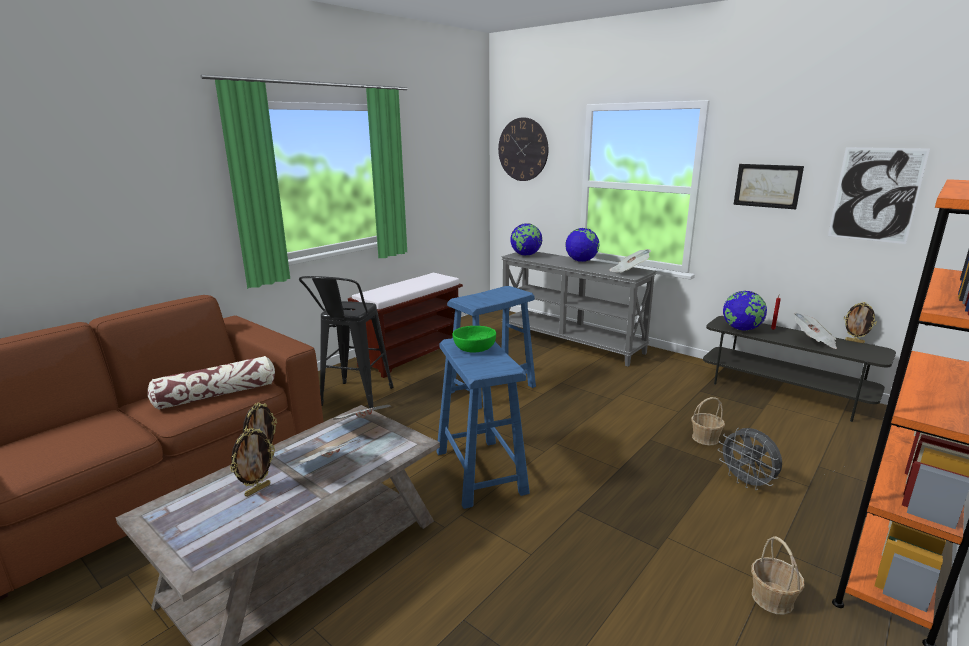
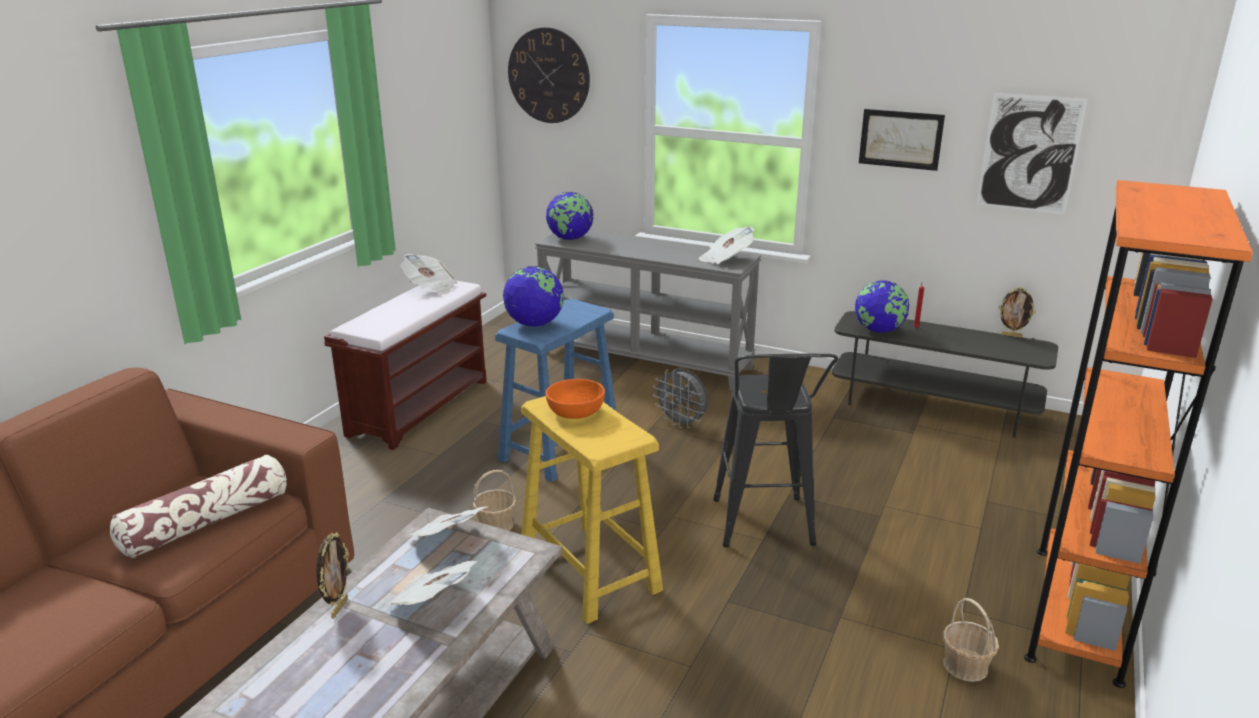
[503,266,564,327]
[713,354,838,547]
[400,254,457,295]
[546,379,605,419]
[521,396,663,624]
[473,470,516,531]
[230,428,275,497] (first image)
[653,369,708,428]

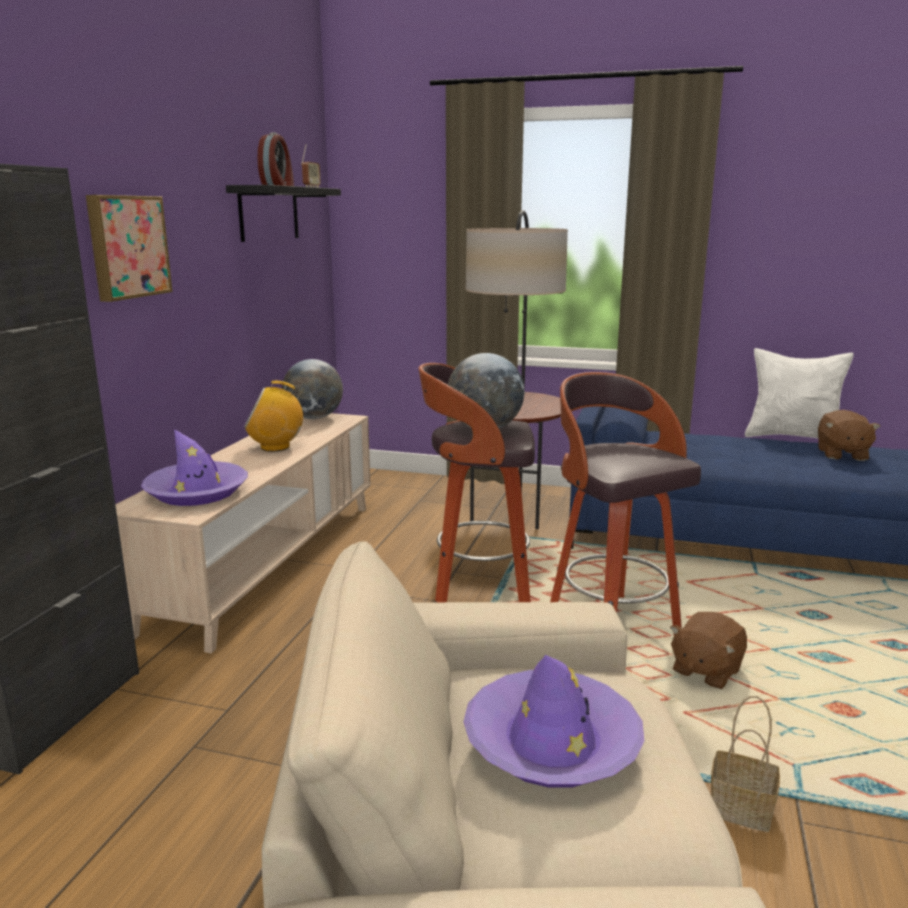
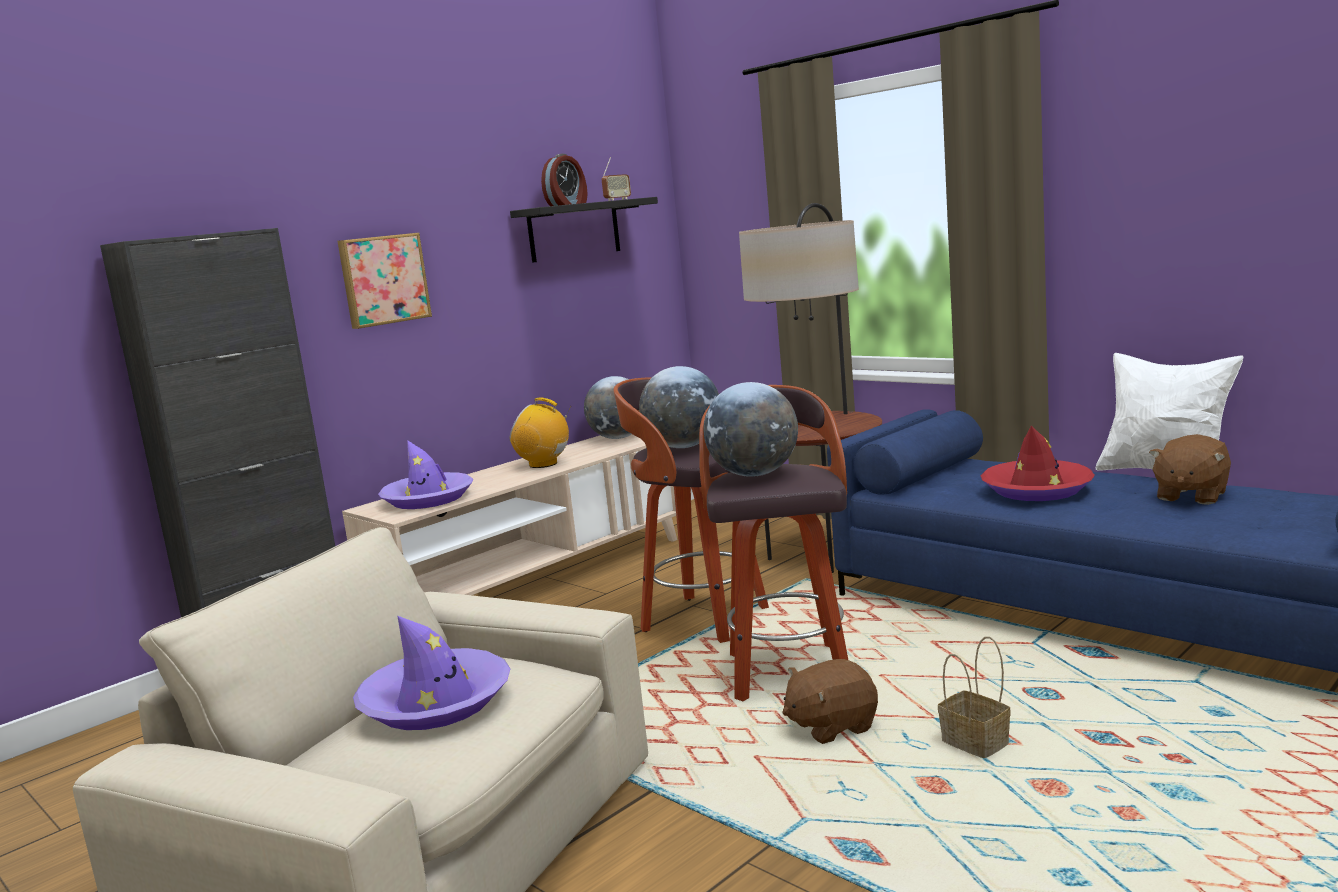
[938,636,1011,758]
[704,382,798,477]
[980,426,1095,501]

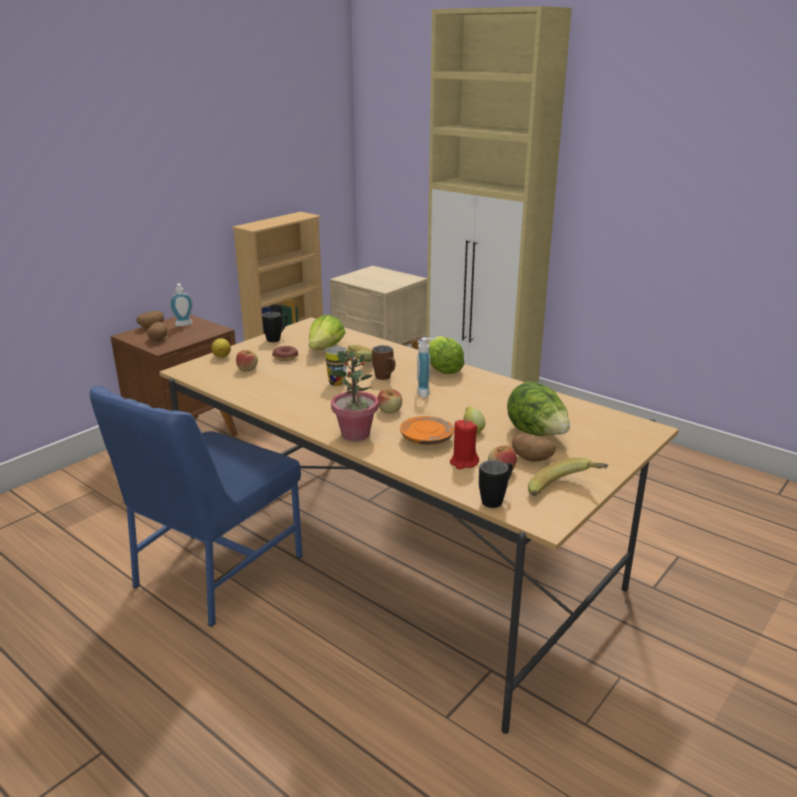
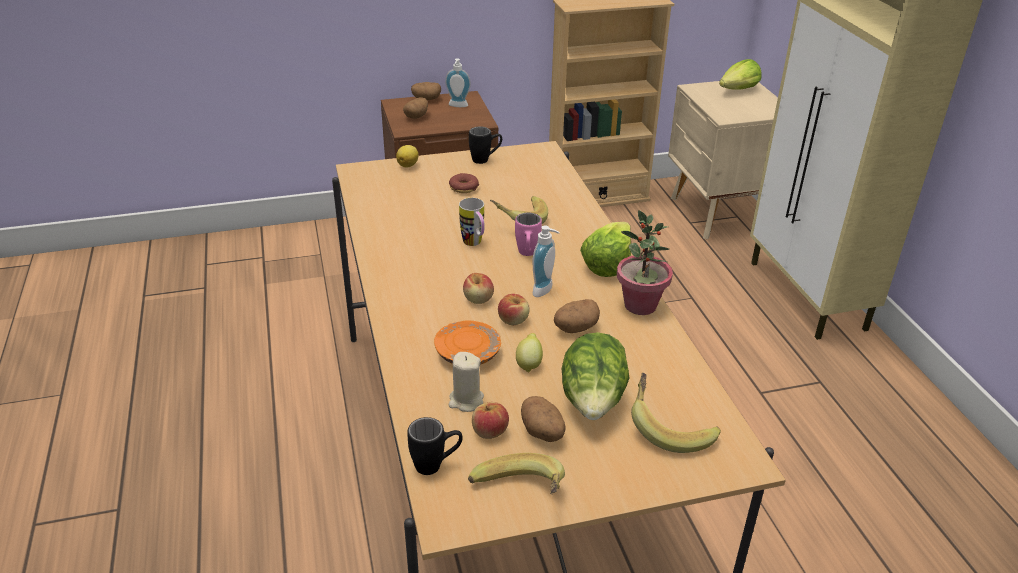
[719,59,762,90]
[515,213,542,256]
[498,294,530,325]
[617,210,673,315]
[90,386,303,627] (first image)
[449,352,484,412]
[554,299,600,333]
[631,373,721,453]

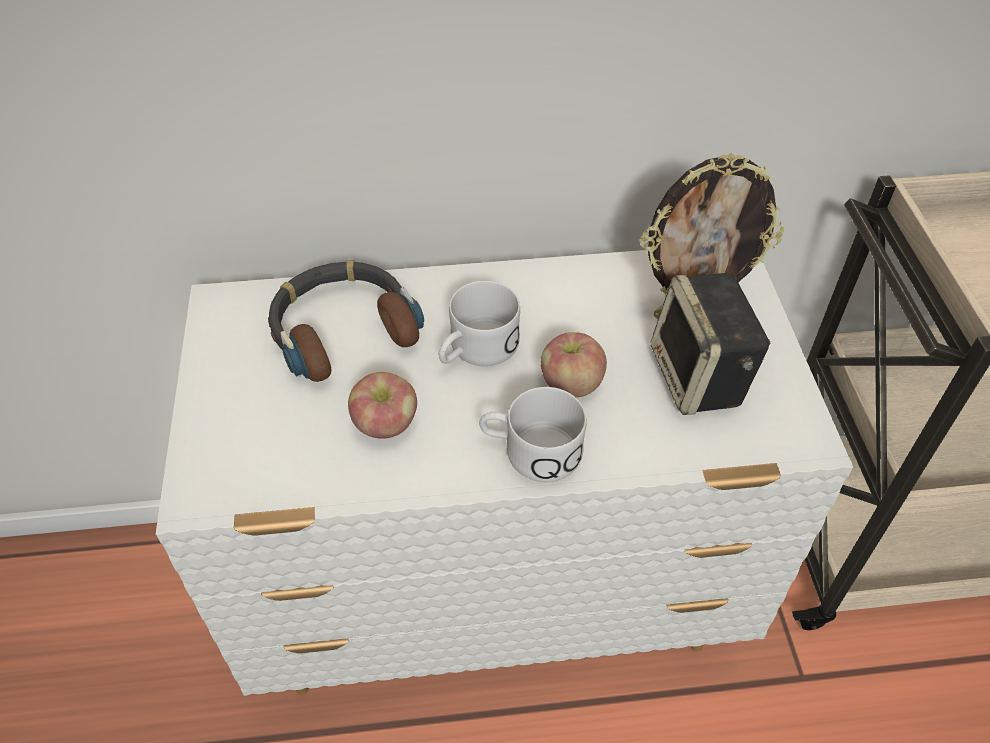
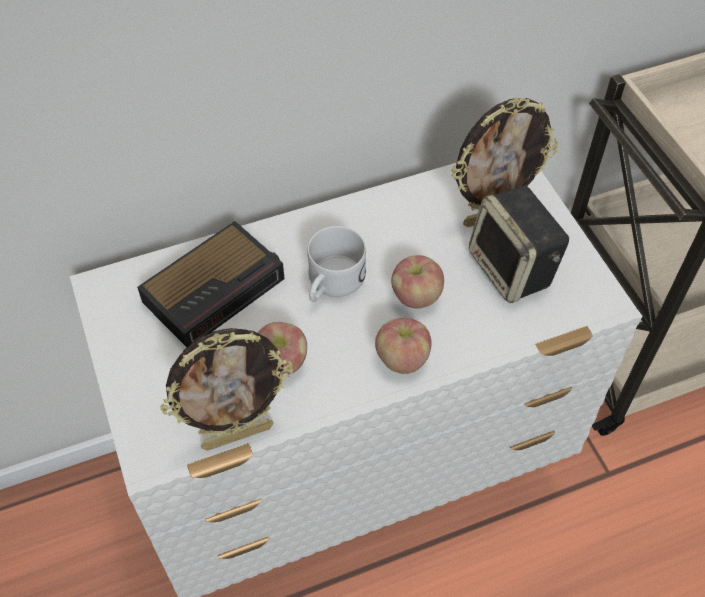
[137,221,285,347]
[375,318,432,374]
[160,328,293,451]

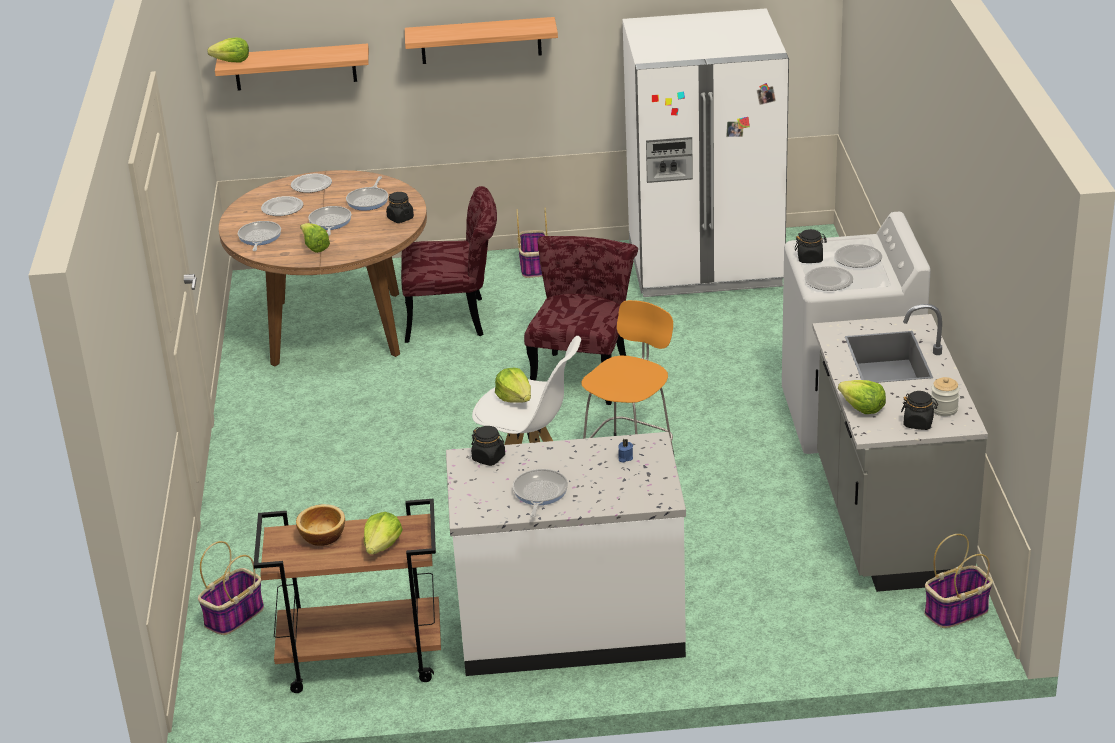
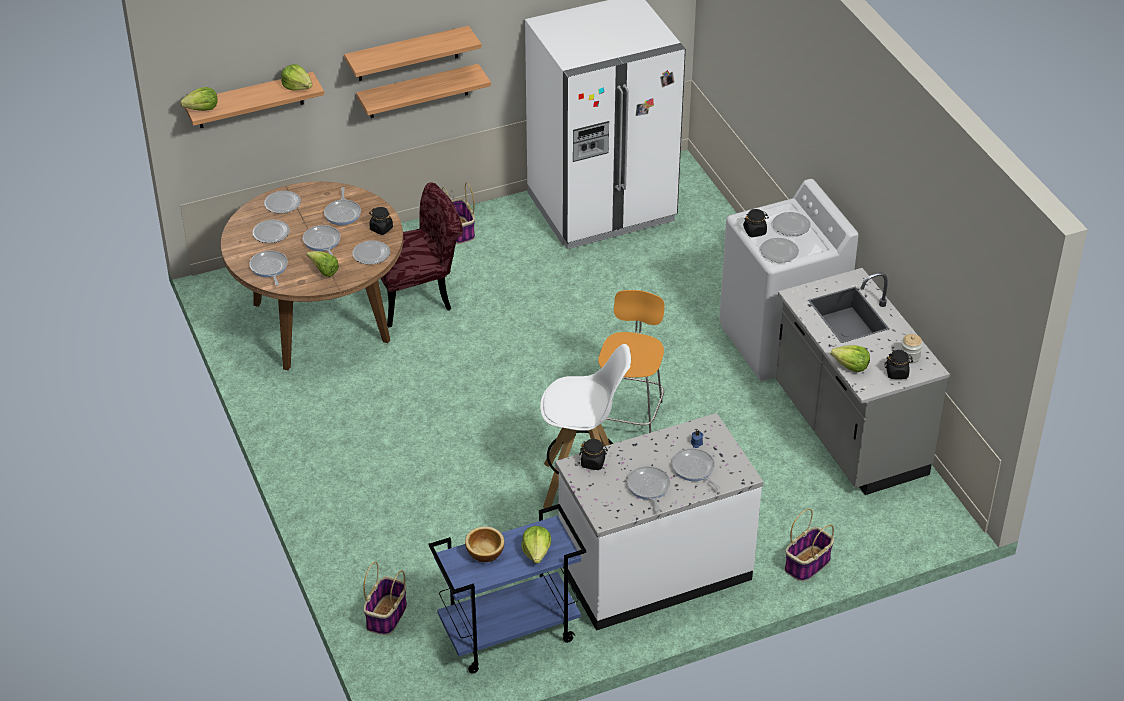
[524,236,638,405] (first image)
[281,64,312,91]
[429,504,586,674]
[785,509,834,581]
[356,64,491,118]
[352,240,390,265]
[672,448,720,489]

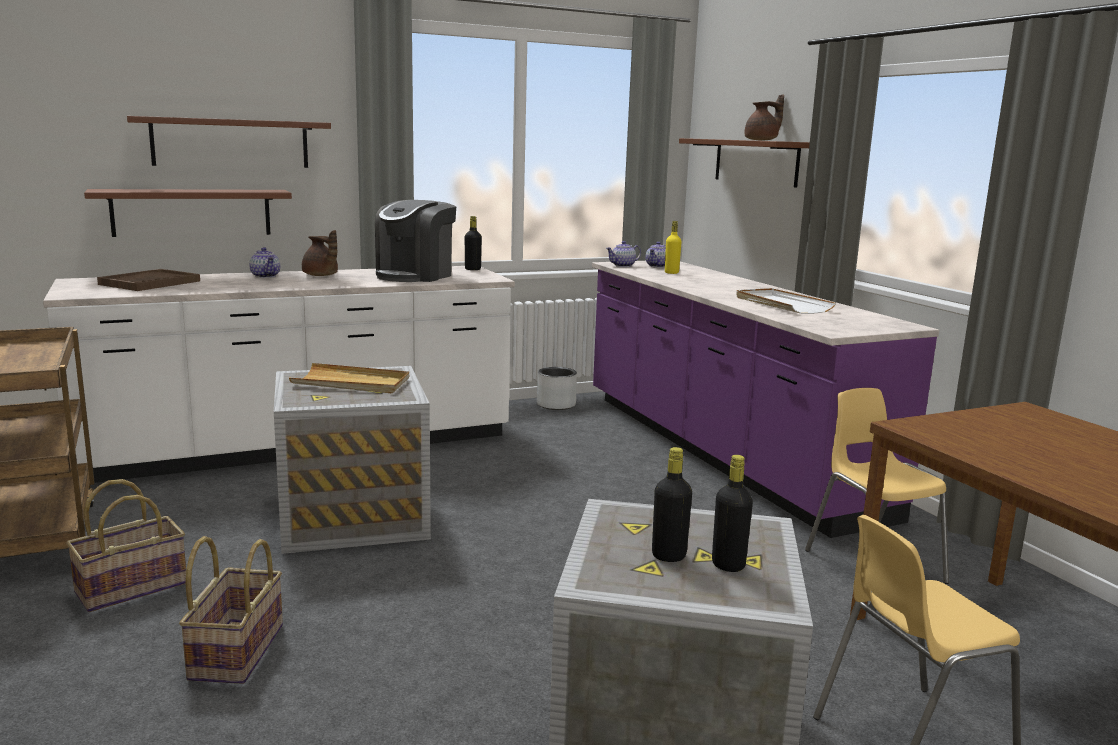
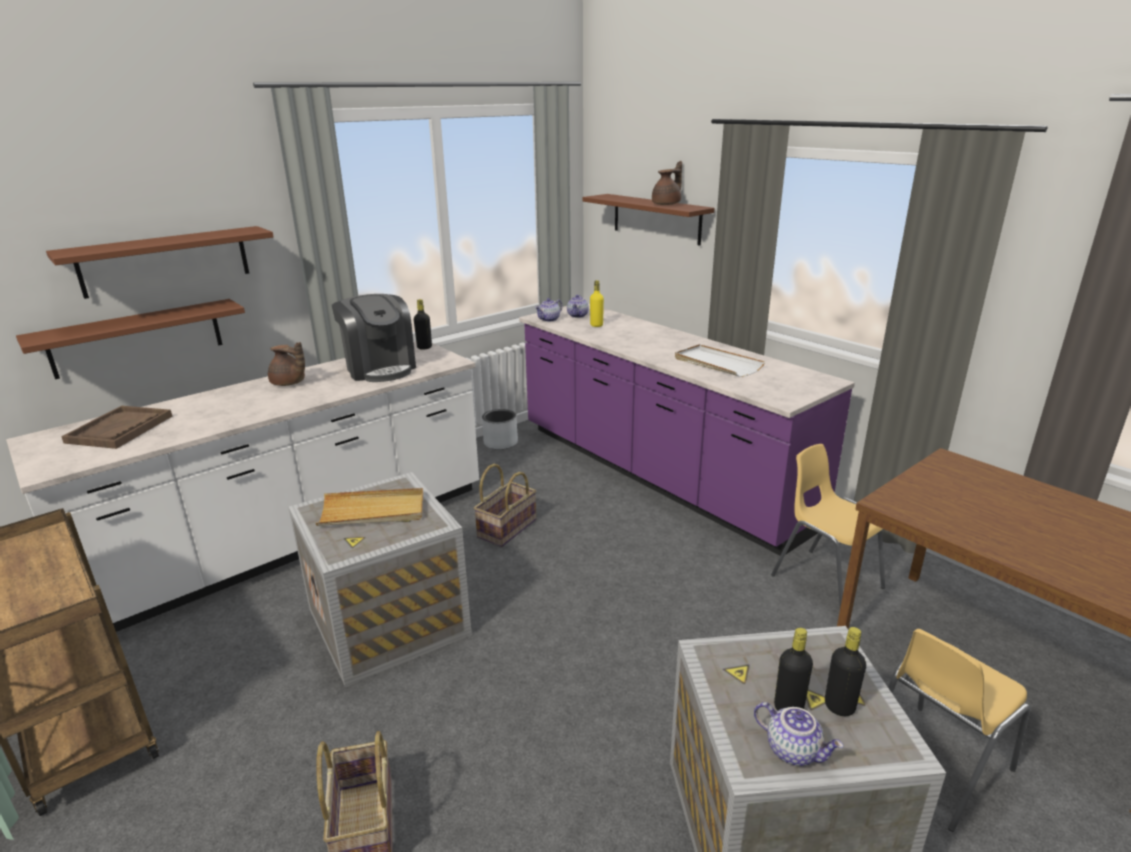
[332,294,416,382]
[754,702,843,766]
[474,464,536,547]

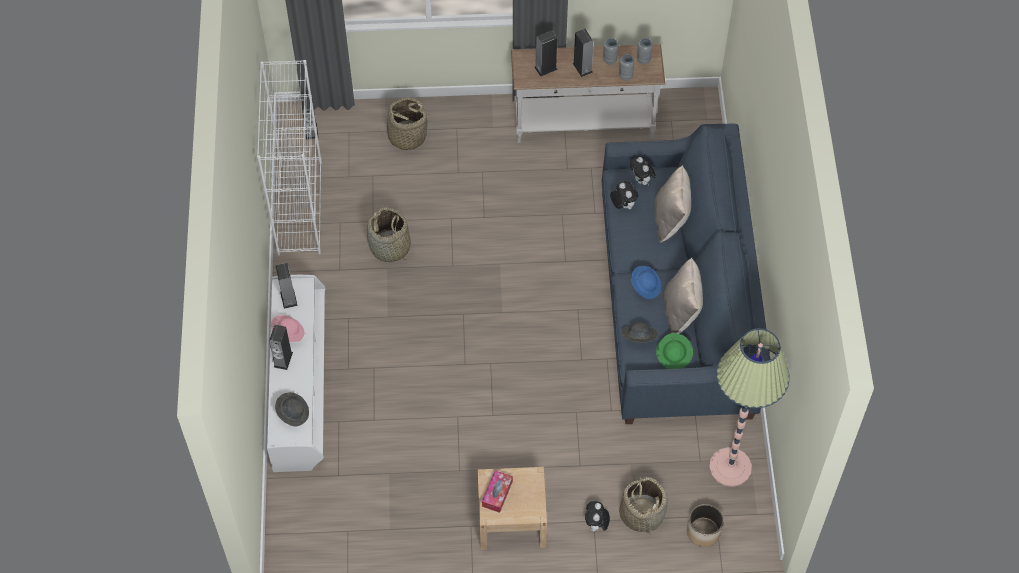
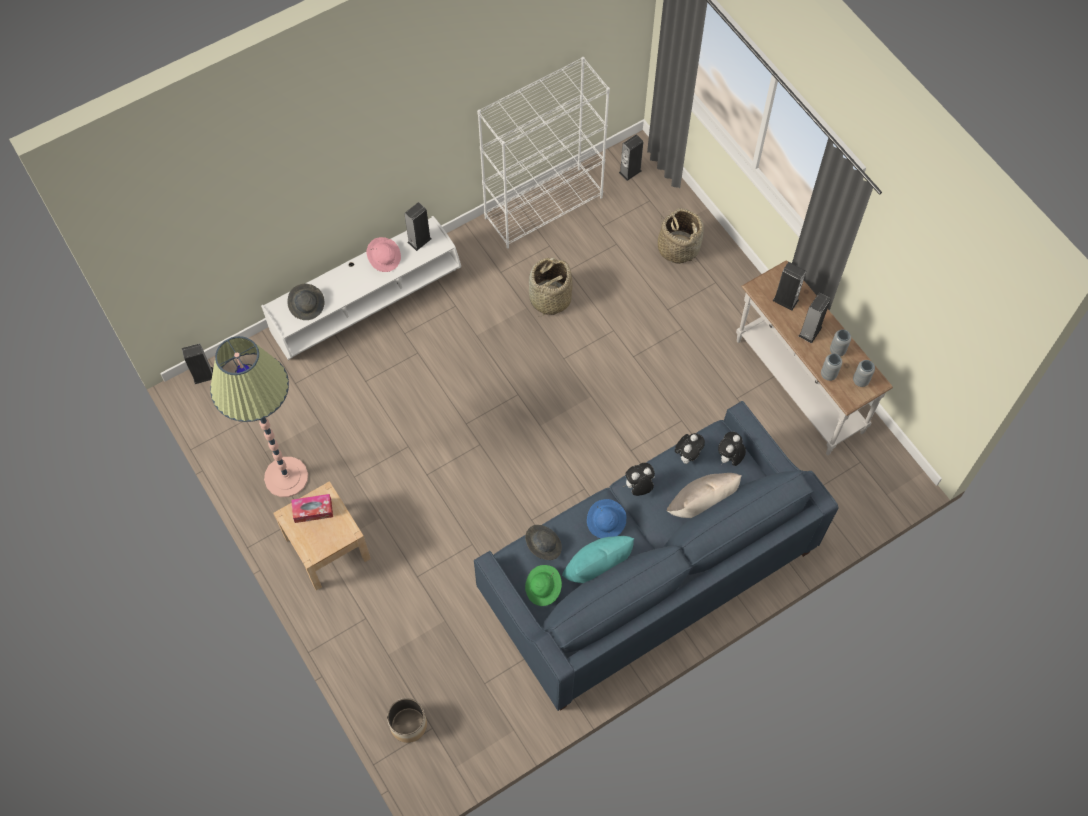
[562,536,634,583]
[182,343,213,384]
[210,336,308,497]
[619,474,668,535] (first image)
[623,463,655,496]

